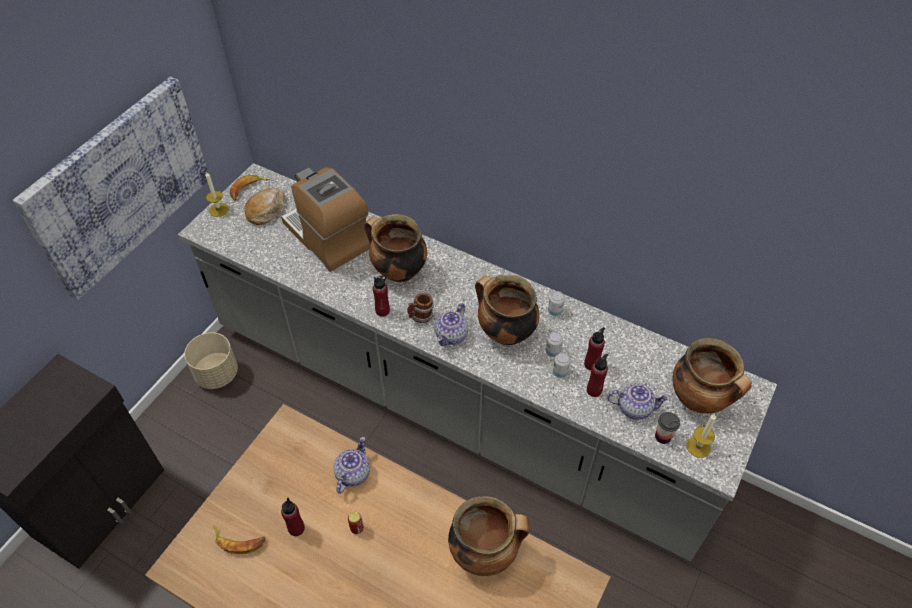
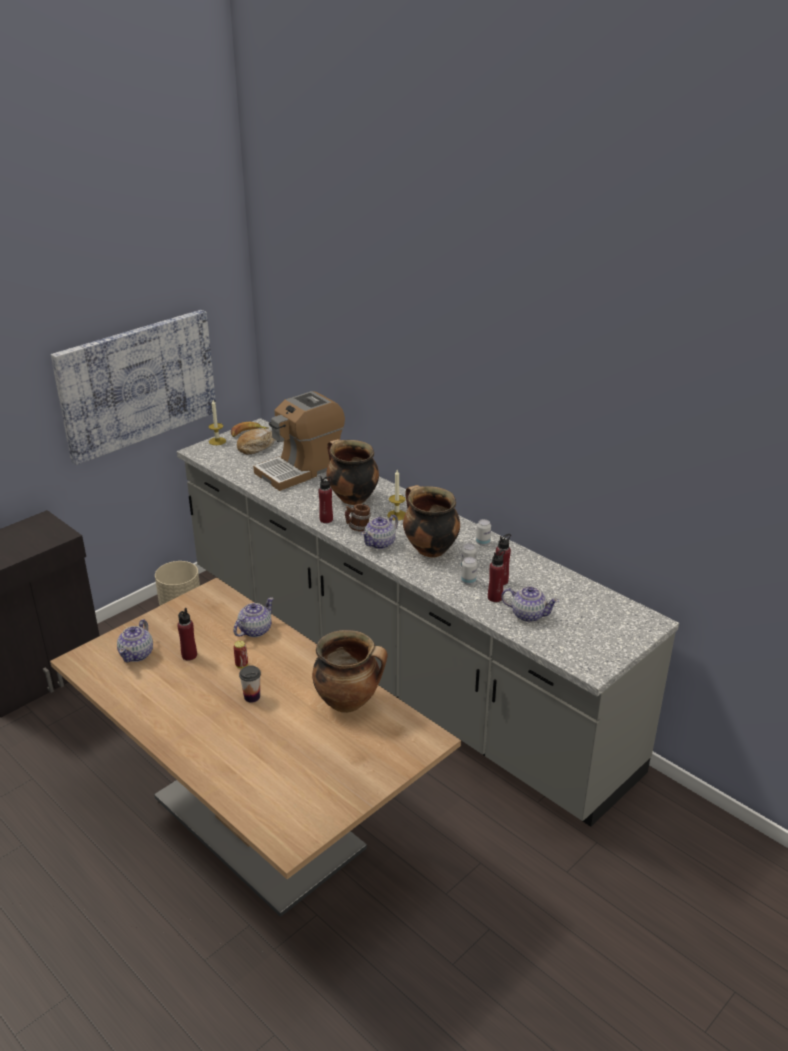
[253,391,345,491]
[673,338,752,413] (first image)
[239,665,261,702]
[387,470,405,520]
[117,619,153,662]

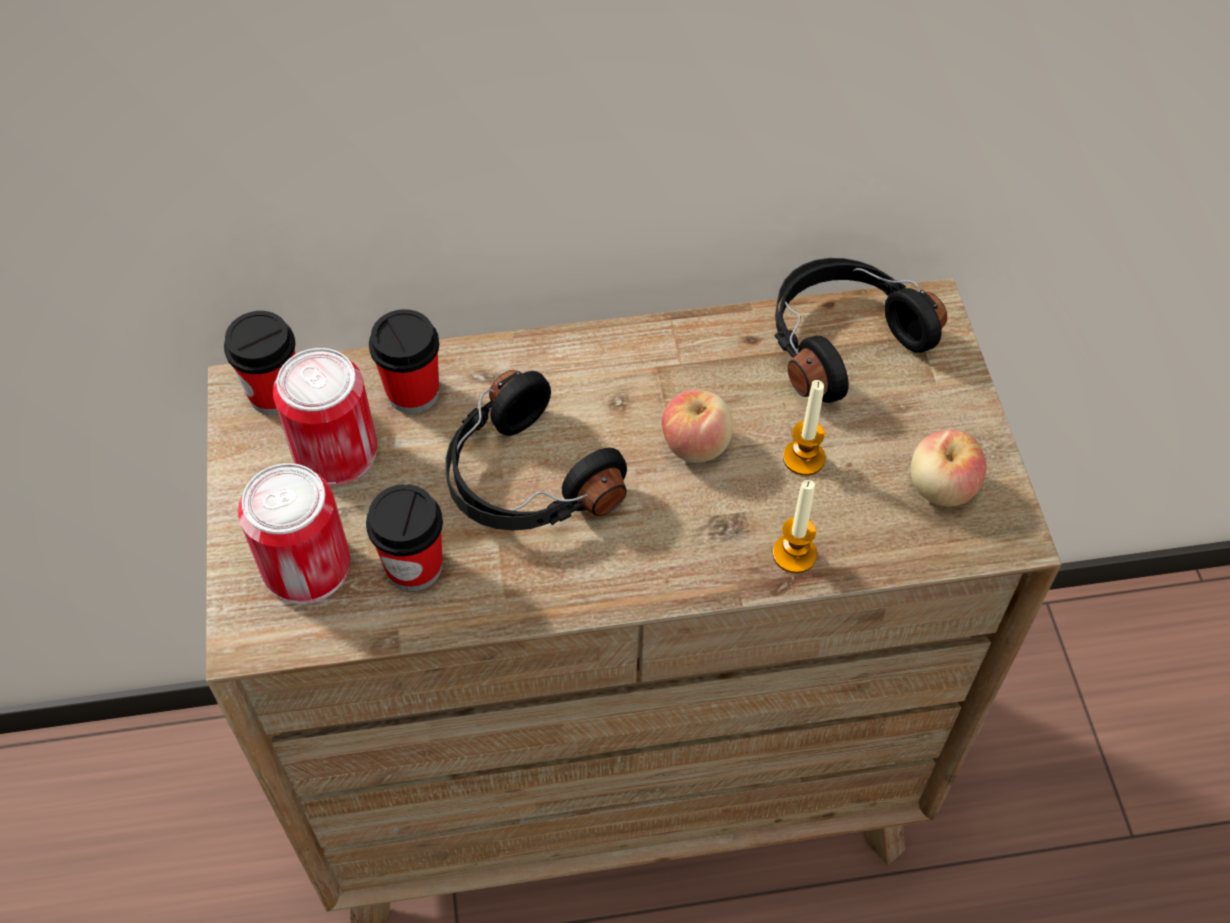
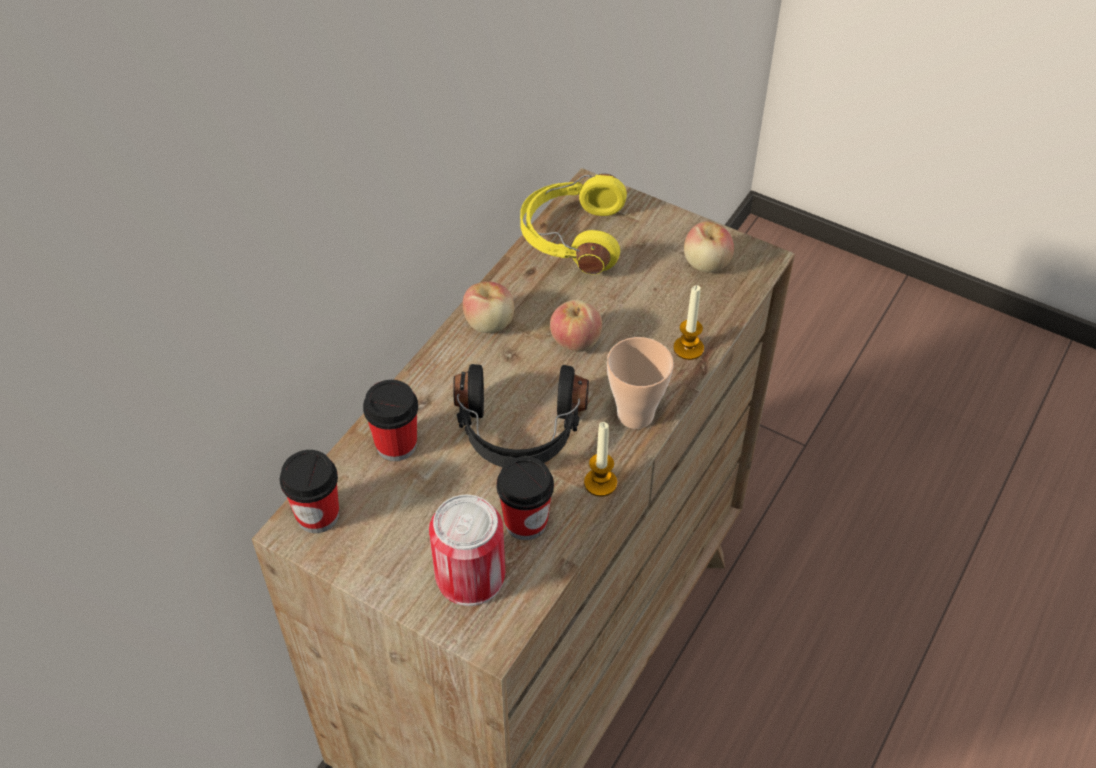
[520,174,627,274]
[273,348,377,486] (first image)
[584,422,617,497]
[463,282,514,333]
[607,337,674,429]

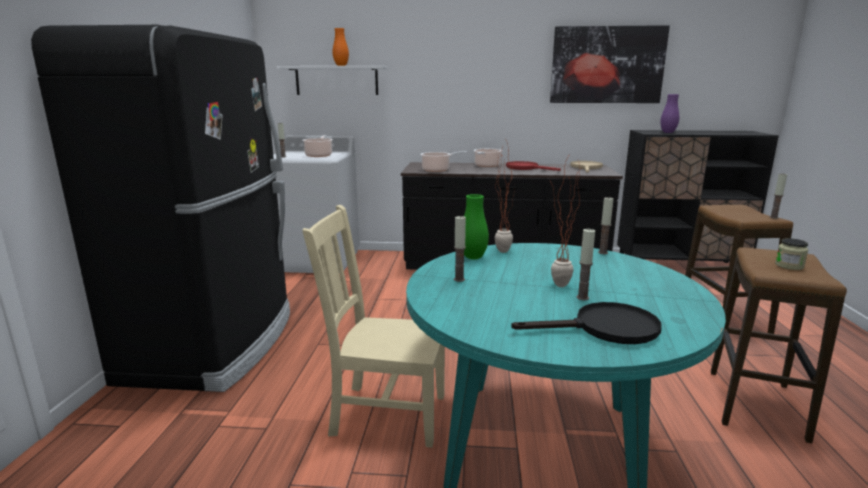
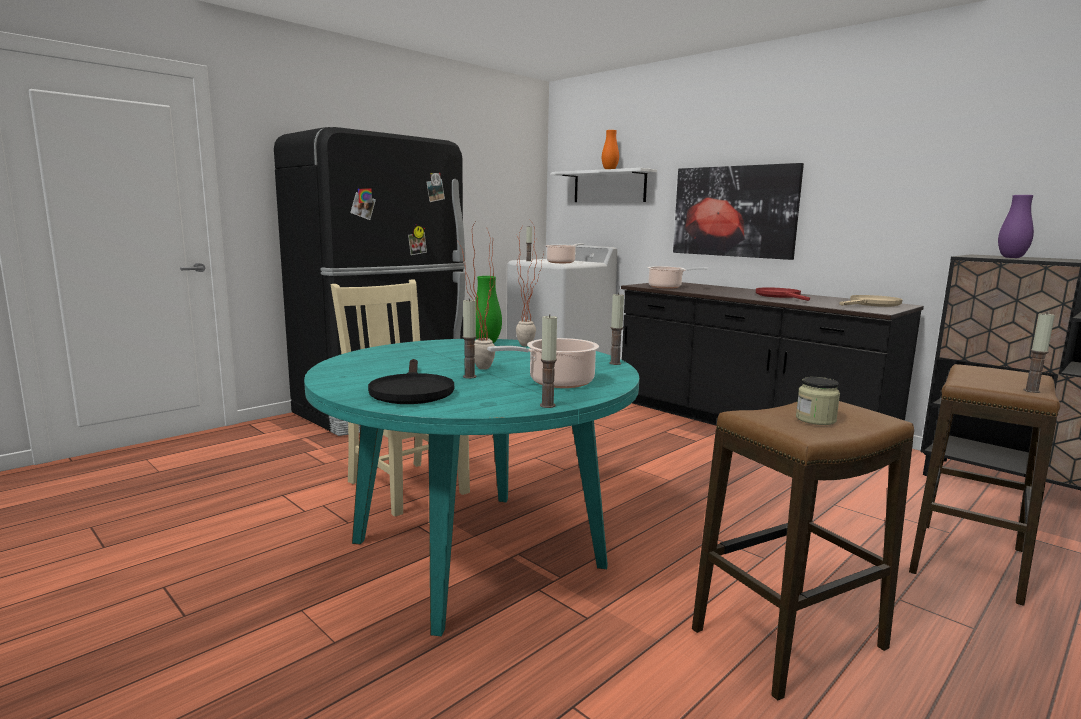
[673,163,804,260]
[487,338,599,388]
[540,314,557,408]
[368,359,454,404]

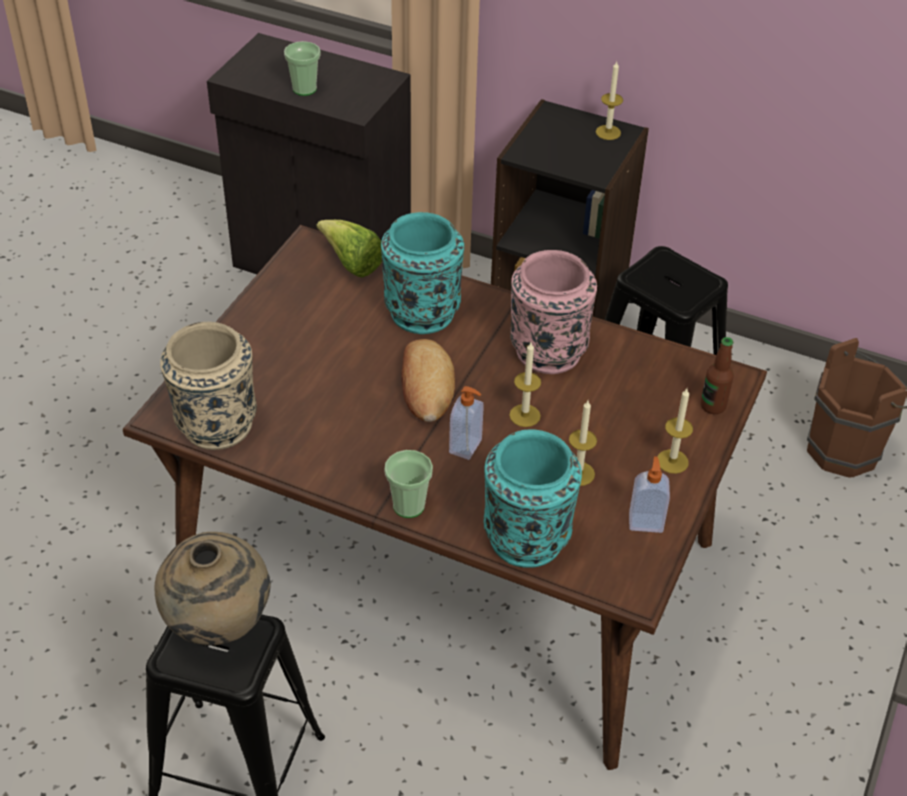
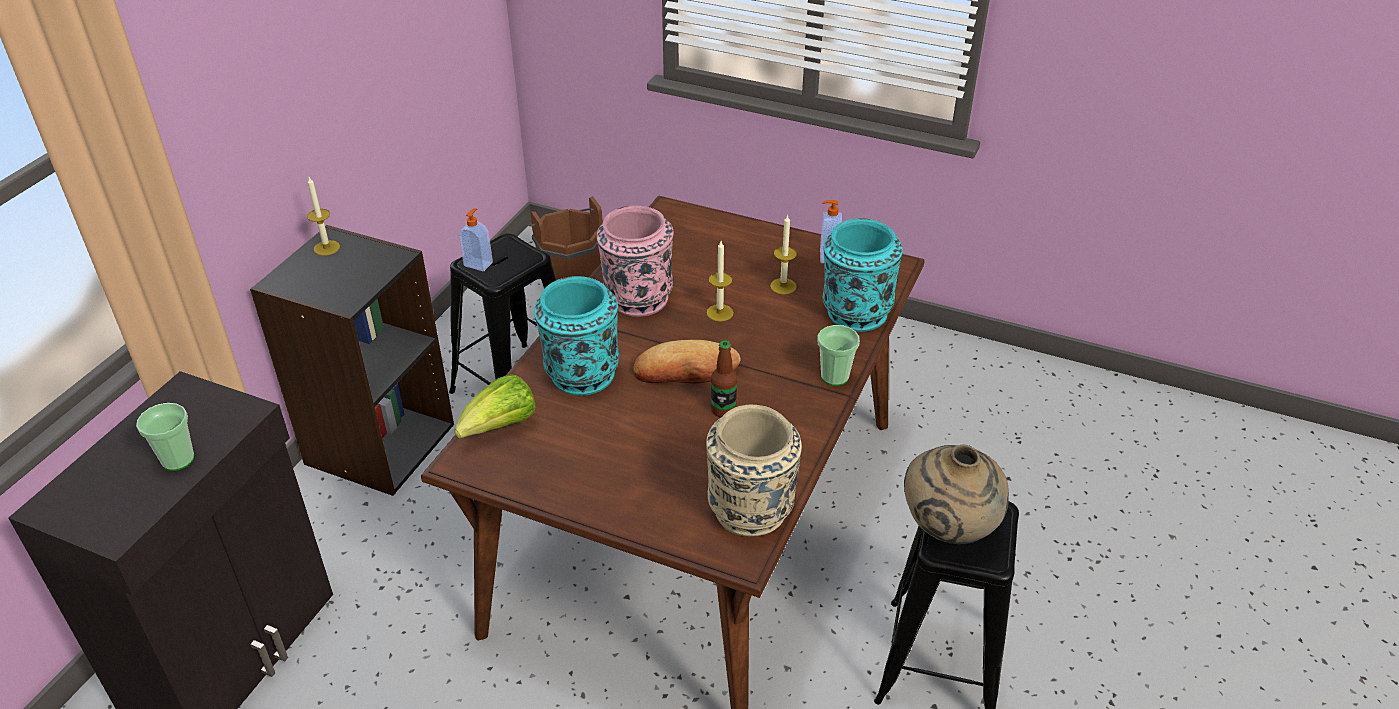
[711,341,737,418]
[459,208,493,271]
[657,388,693,474] (first image)

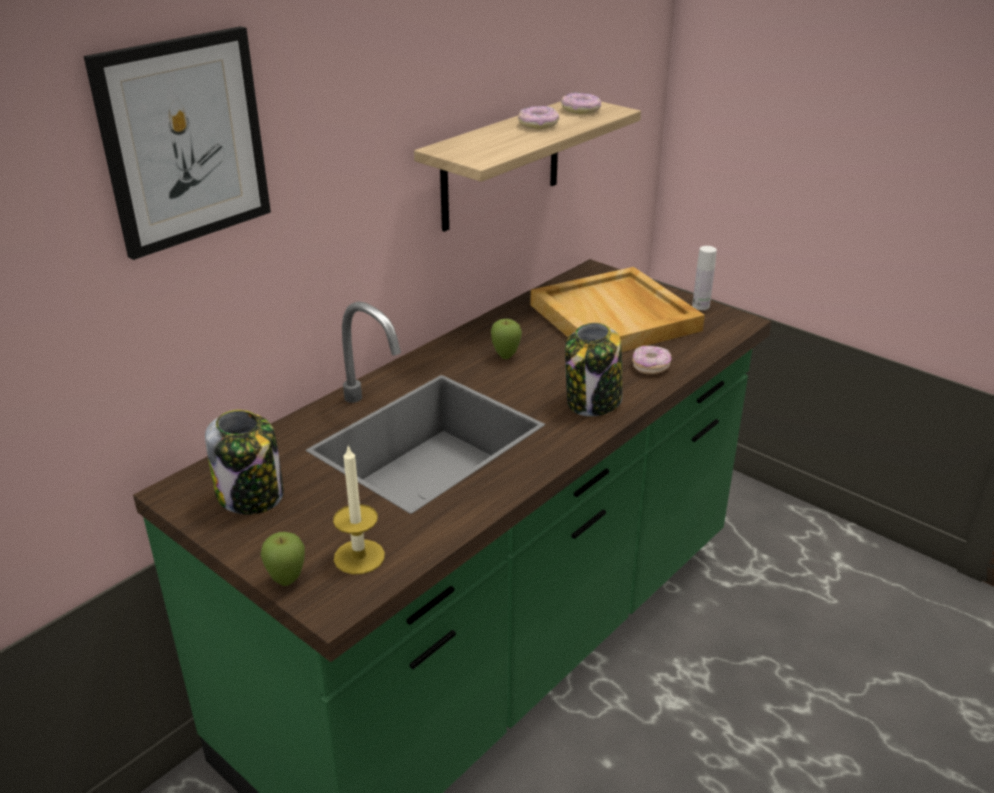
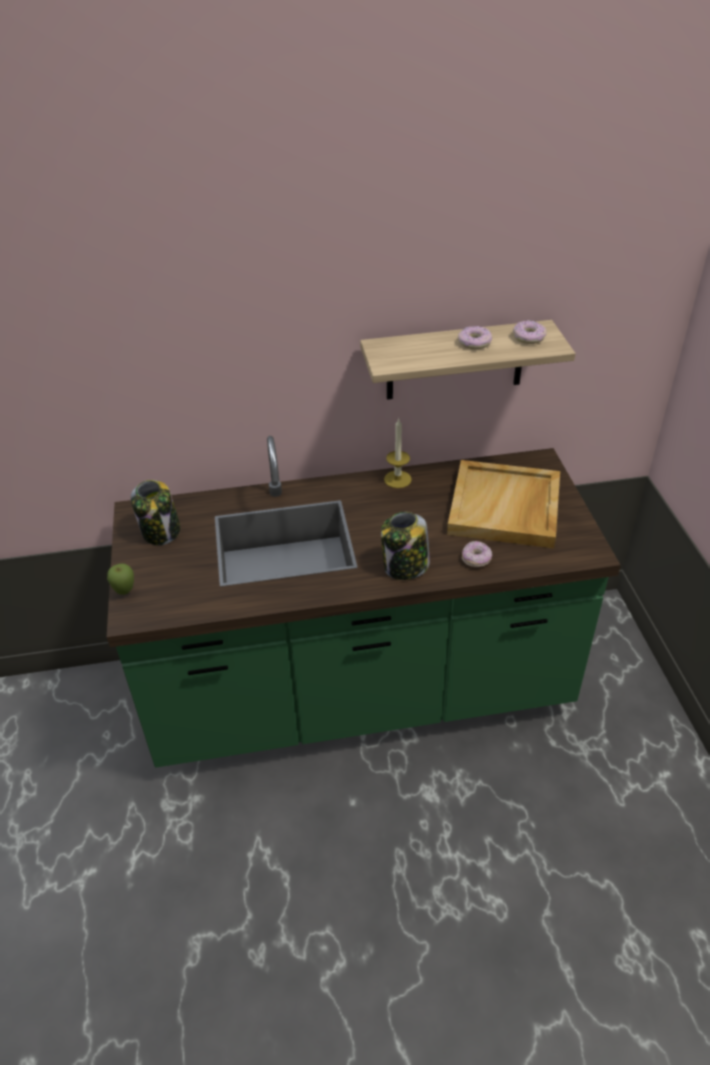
[84,26,271,260] (first image)
[692,246,717,310] (first image)
[491,319,522,359] (first image)
[384,419,412,488]

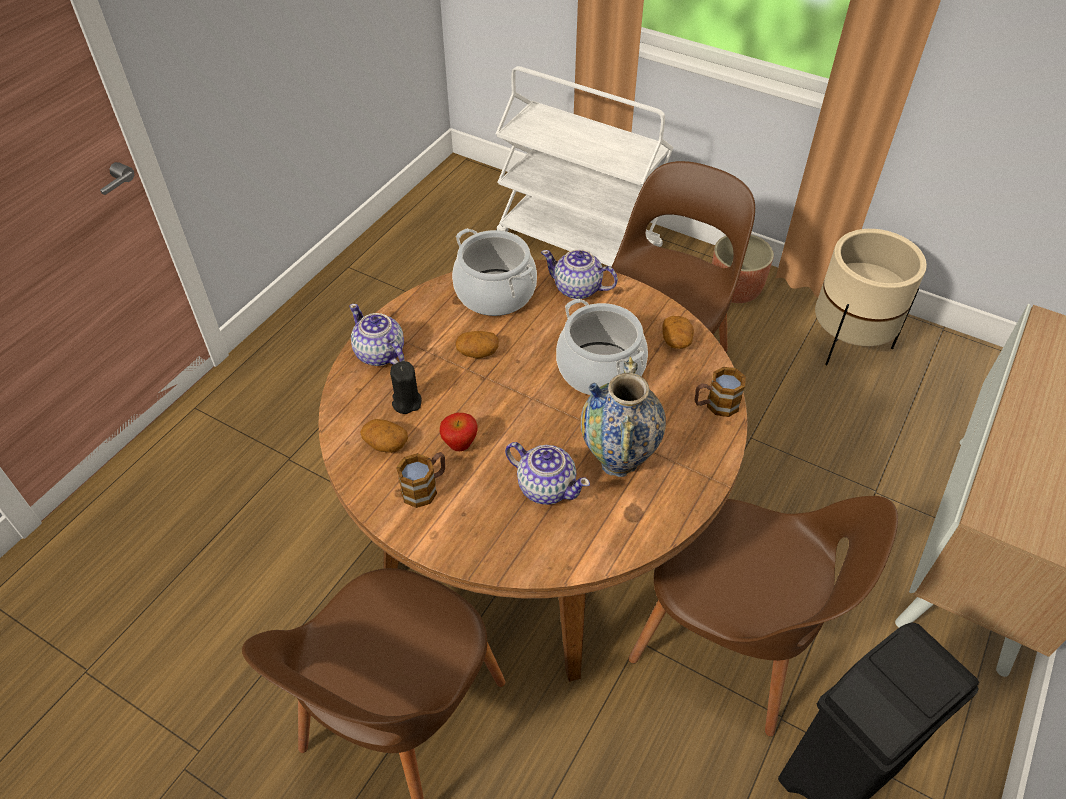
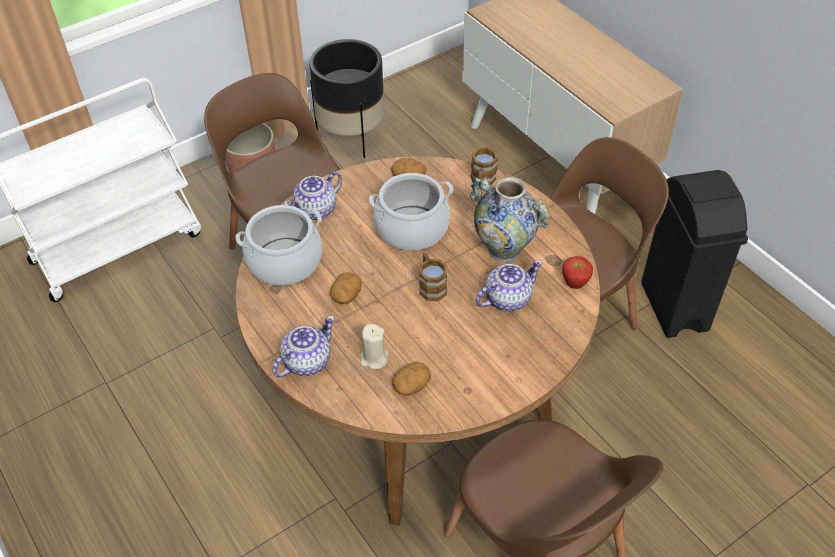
[309,39,385,158]
[273,316,335,377]
[360,324,388,369]
[562,256,593,289]
[419,253,447,301]

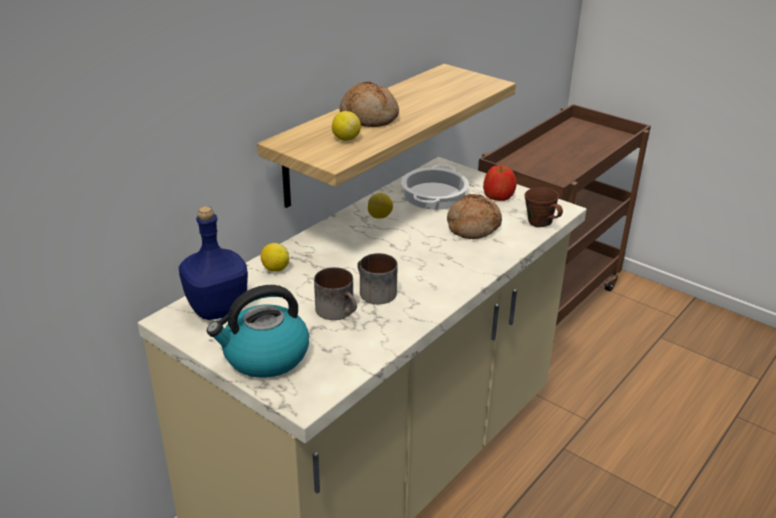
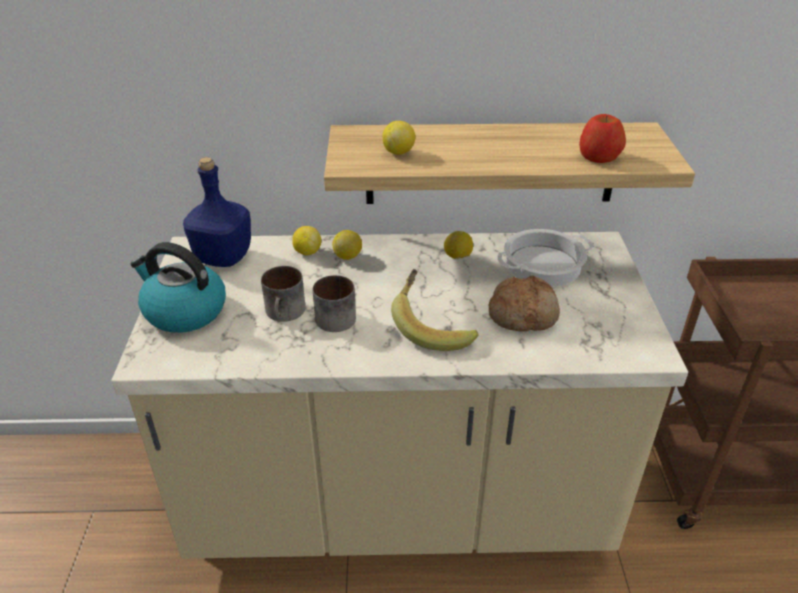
[339,81,399,127] (first image)
[579,114,626,163]
[524,188,563,227] (first image)
[332,230,362,260]
[391,269,479,351]

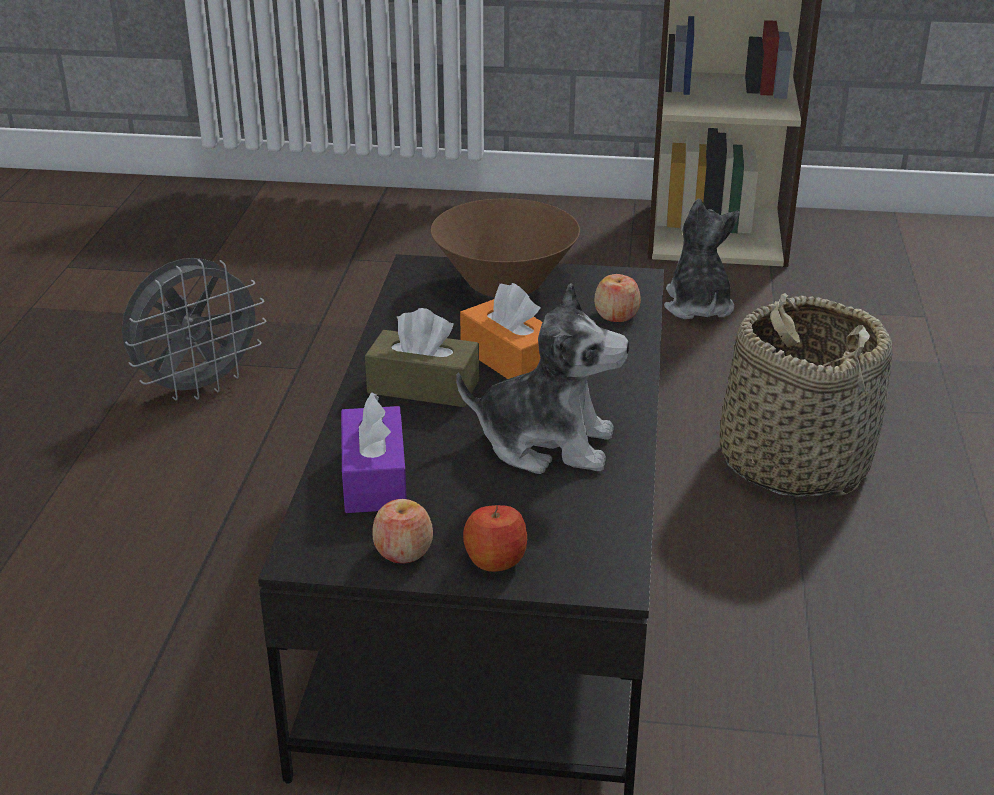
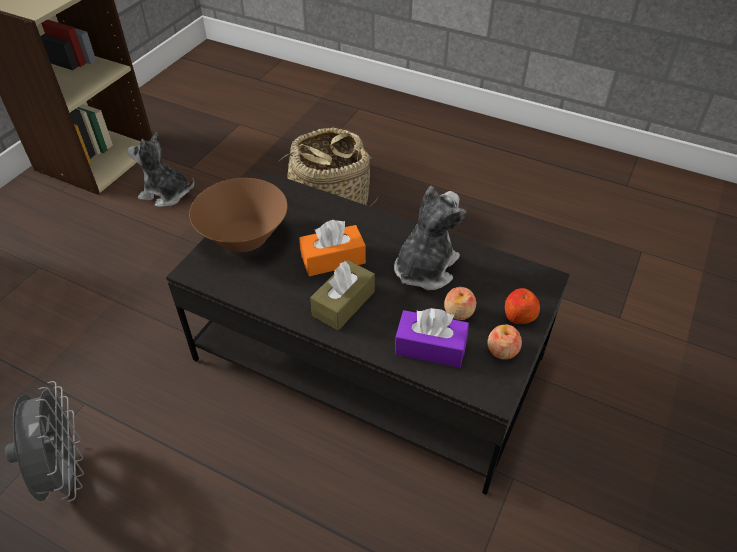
[444,287,476,320]

